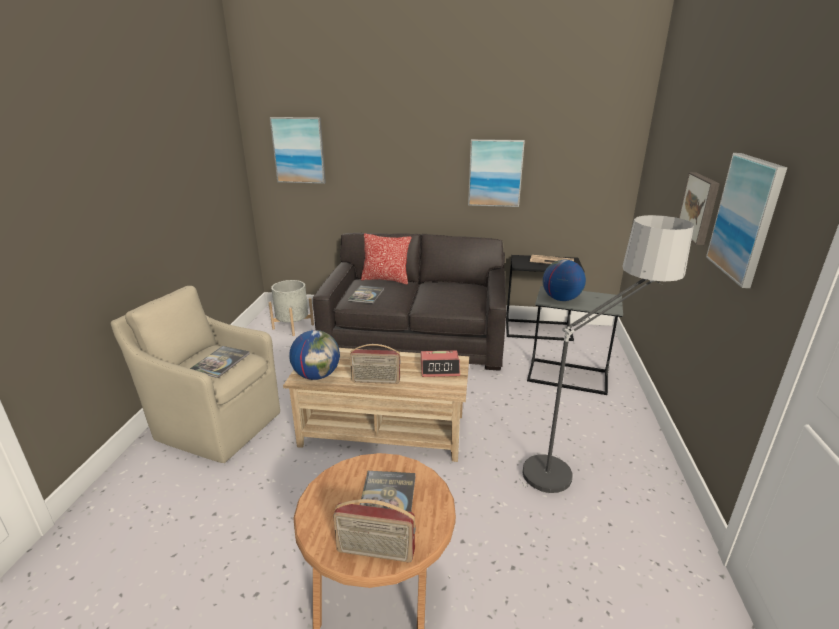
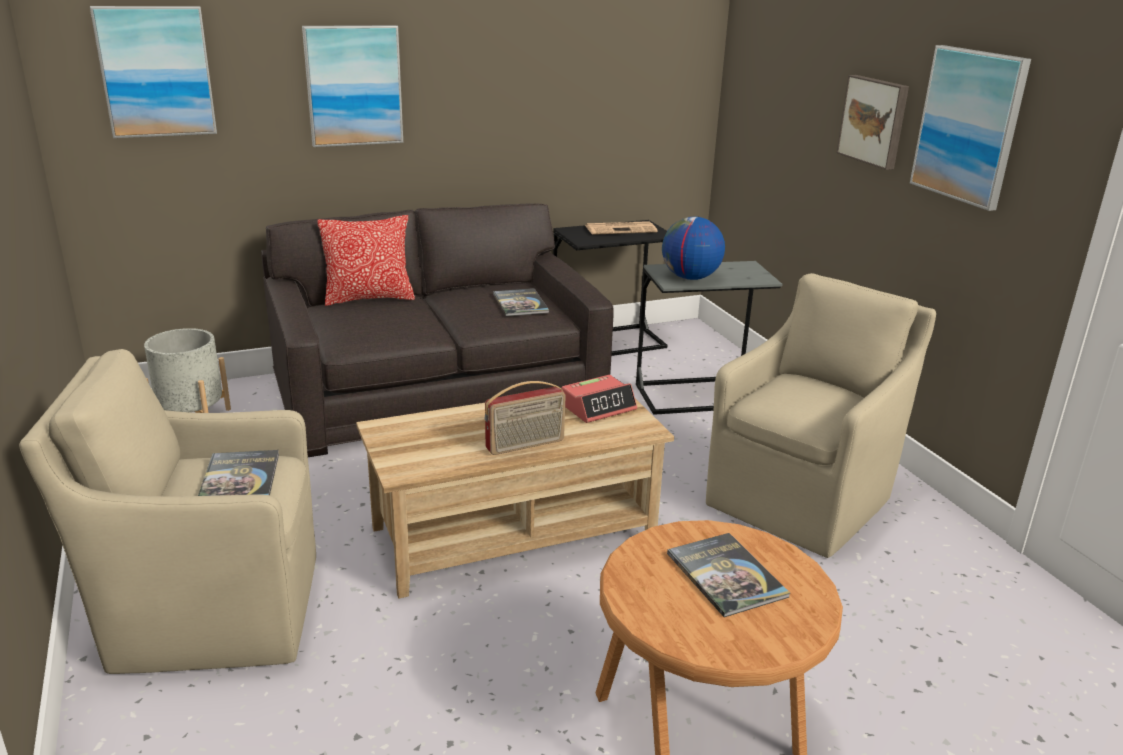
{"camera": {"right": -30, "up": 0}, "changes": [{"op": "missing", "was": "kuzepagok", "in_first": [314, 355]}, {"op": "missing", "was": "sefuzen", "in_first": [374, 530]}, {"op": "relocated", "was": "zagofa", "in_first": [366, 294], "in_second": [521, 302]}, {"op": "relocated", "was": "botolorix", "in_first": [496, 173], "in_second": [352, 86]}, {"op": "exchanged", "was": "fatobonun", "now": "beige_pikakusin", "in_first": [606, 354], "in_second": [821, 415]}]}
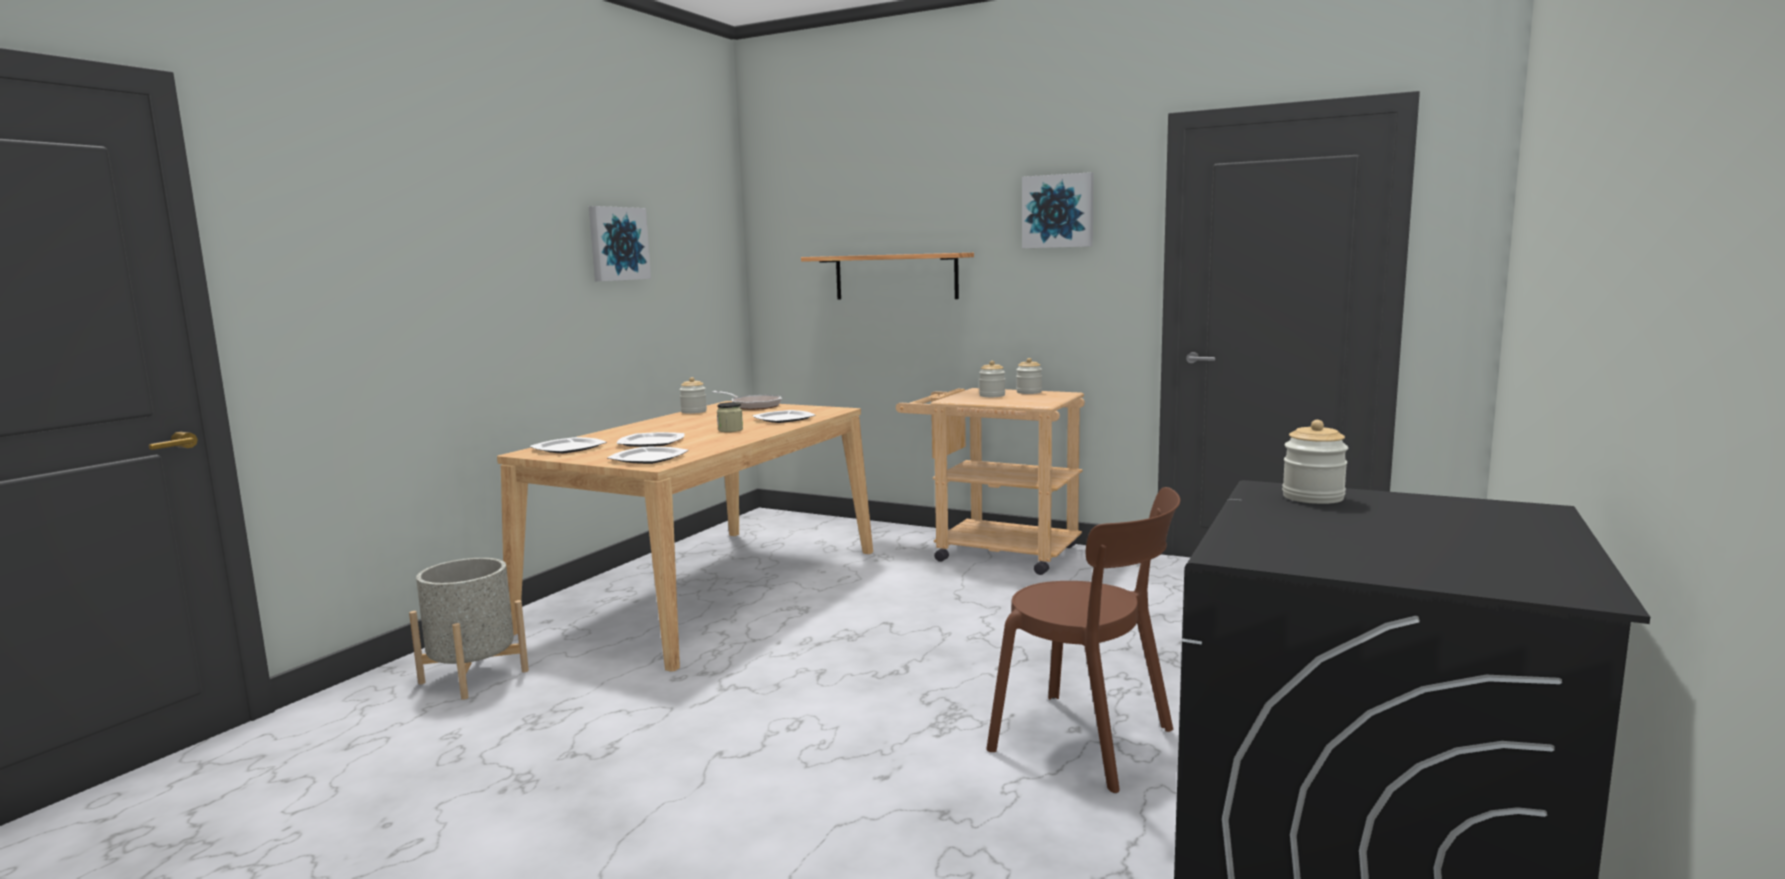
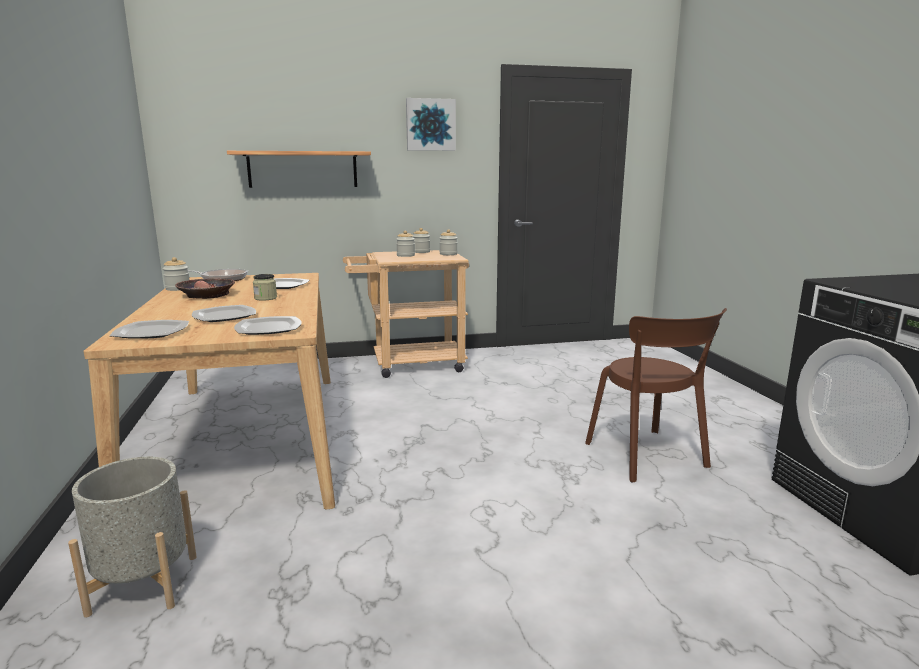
{"camera": {"right": -40, "up": 5}, "changes": [{"op": "missing", "was": "botolorix", "in_first": [620, 243]}, {"op": "appeared", "now": "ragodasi", "in_second": [205, 289]}, {"op": "relocated", "was": "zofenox", "in_first": [1315, 462], "in_second": [448, 242]}, {"op": "spun", "was": "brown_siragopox", "in_first": [1083, 640], "in_second": [656, 395], "clockwise": 75}]}
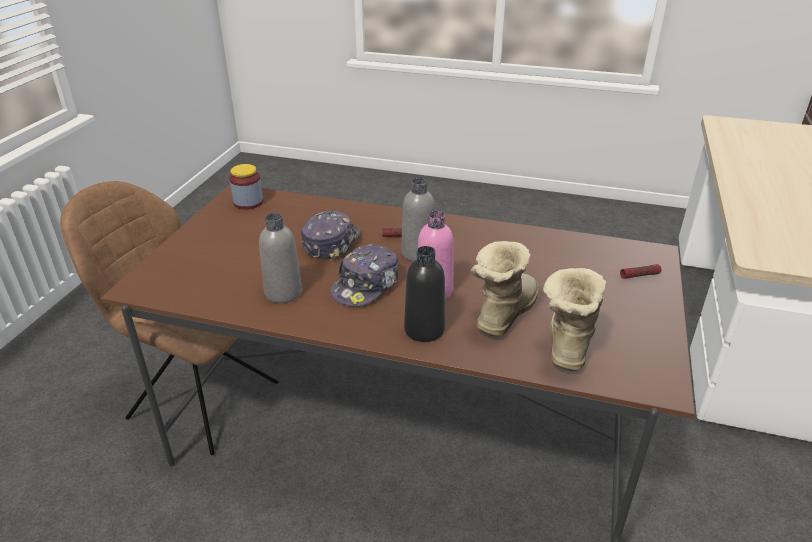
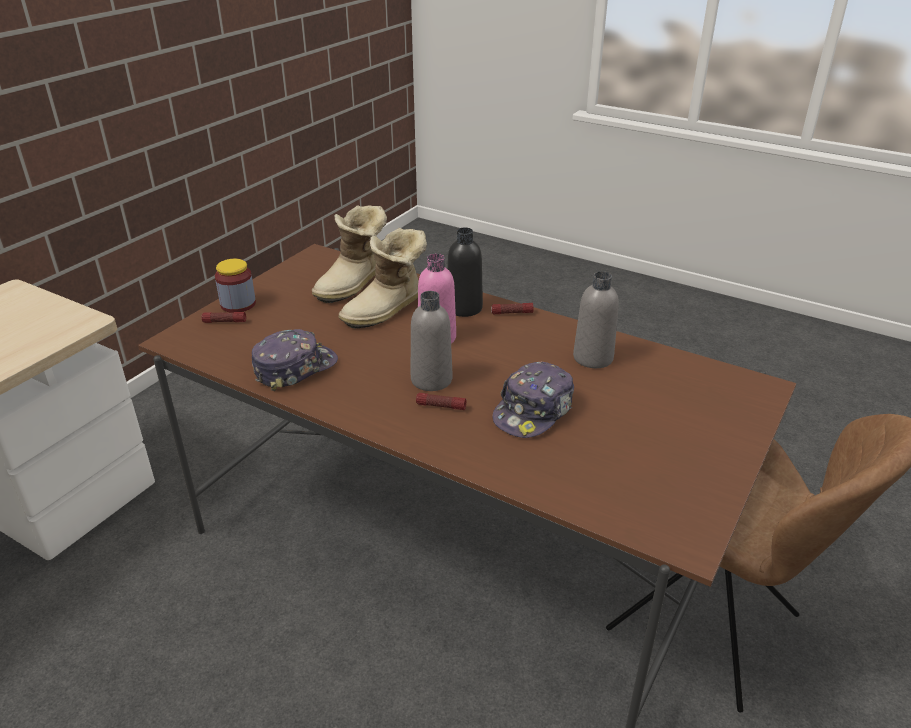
{"camera": {"right": -165, "up": 0}, "changes": [{"op": "appeared", "now": "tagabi", "in_second": [512, 308]}, {"op": "relocated", "was": "zofenox", "in_first": [246, 187], "in_second": [235, 285]}, {"op": "relocated", "was": "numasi", "in_first": [364, 275], "in_second": [295, 360]}]}
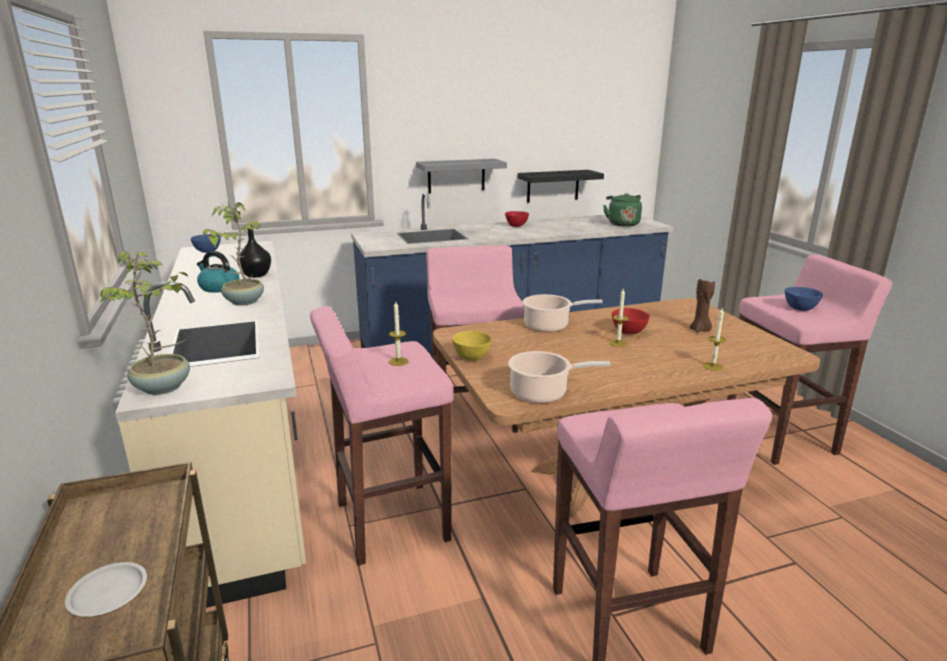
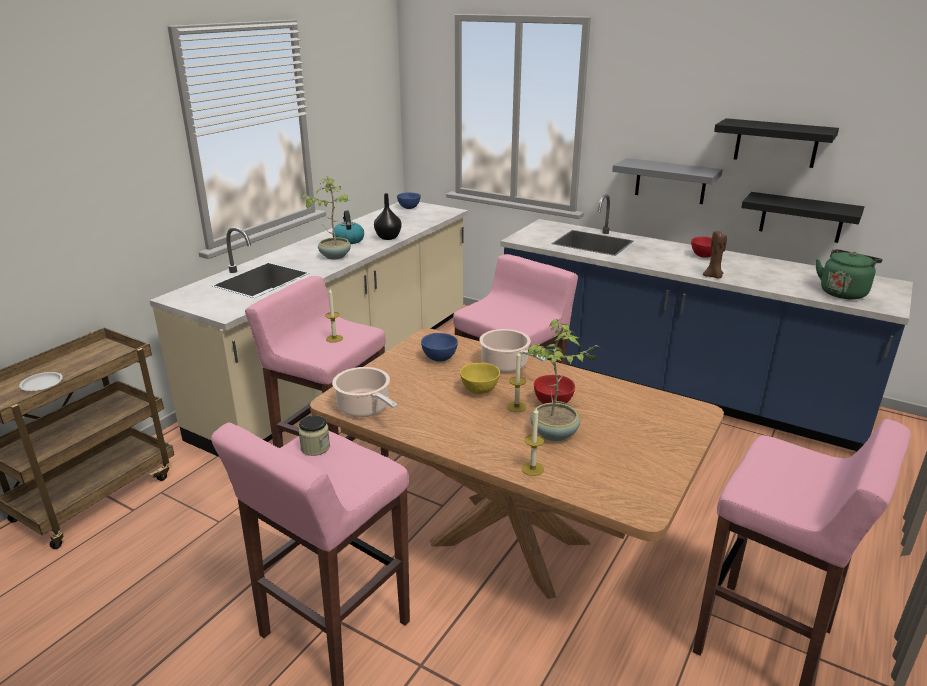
{"camera": {"right": 50, "up": 5}, "changes": [{"op": "appeared", "now": "zofenox", "in_second": [314, 435]}, {"op": "appeared", "now": "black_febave", "in_second": [776, 143]}, {"op": "relocated", "was": "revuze", "in_first": [144, 323], "in_second": [564, 380]}, {"op": "relocated", "was": "yellow_ragodasi", "in_first": [472, 345], "in_second": [480, 379]}, {"op": "relocated", "was": "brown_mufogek", "in_first": [702, 305], "in_second": [715, 254]}, {"op": "relocated", "was": "blue_ragodasi", "in_first": [804, 299], "in_second": [439, 347]}]}
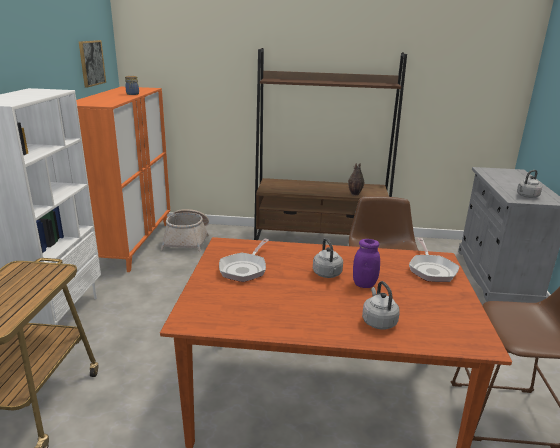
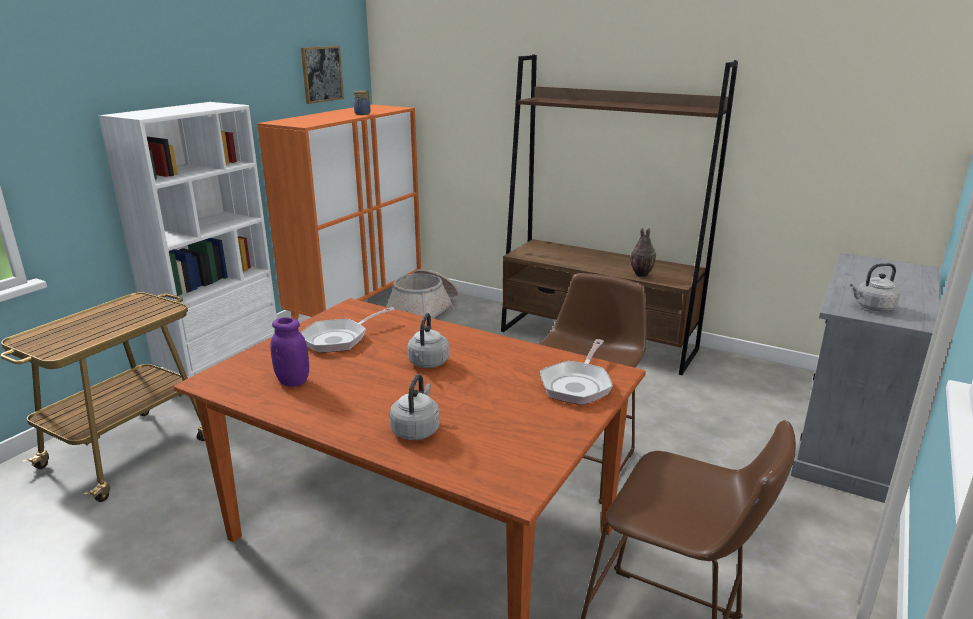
{"camera": {"right": 25, "up": 0}, "changes": [{"op": "relocated", "was": "purple_zofenox", "in_first": [366, 263], "in_second": [290, 352]}]}
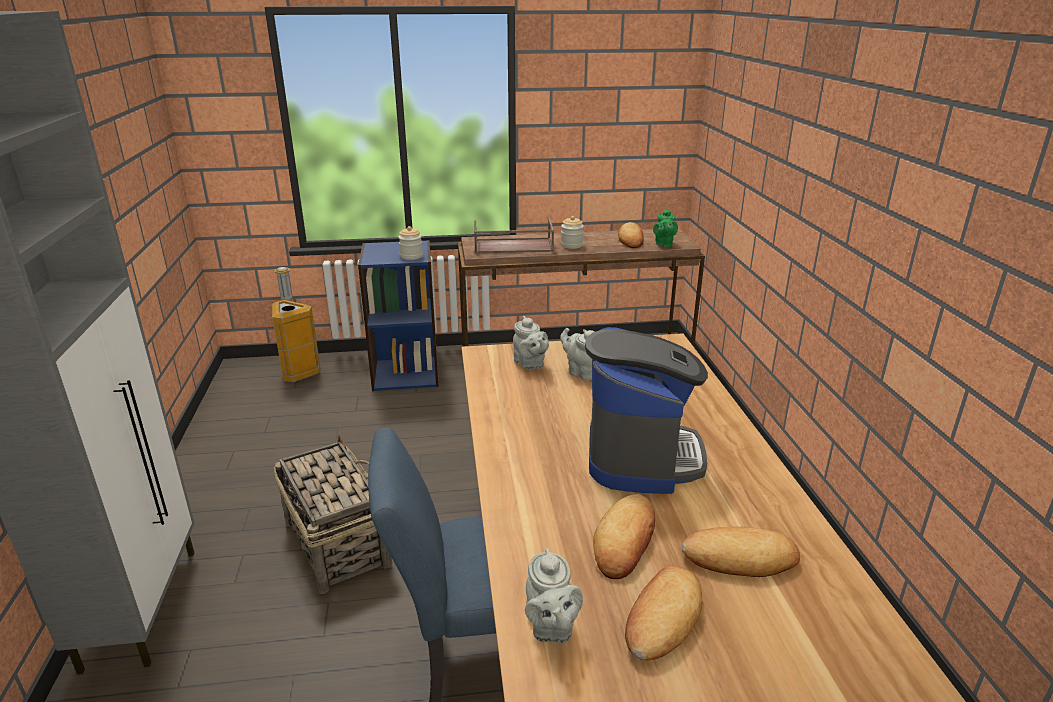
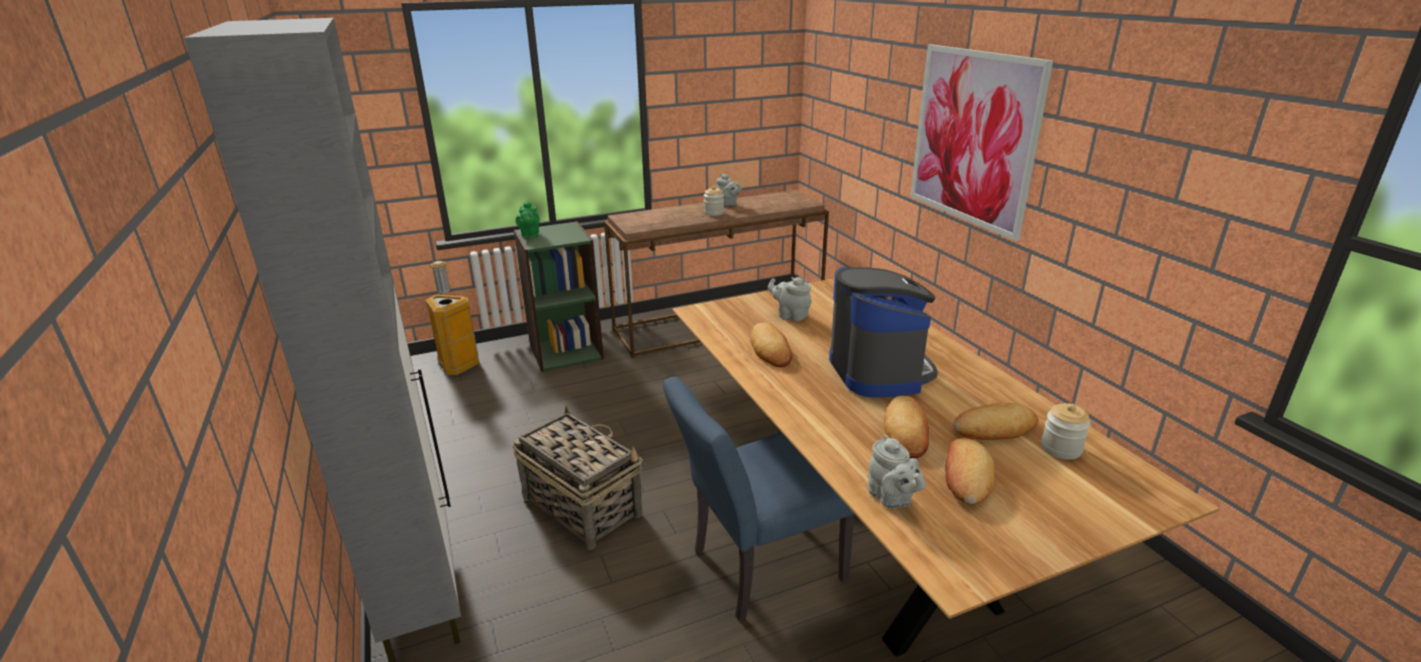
{"camera": {"right": -15, "up": 0}, "changes": [{"op": "missing", "was": "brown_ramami", "in_first": [514, 235]}, {"op": "appeared", "now": "botolorix", "in_second": [981, 142]}, {"op": "relocated", "was": "zofenox", "in_first": [410, 243], "in_second": [1065, 431]}, {"op": "relocated", "was": "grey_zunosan", "in_first": [531, 342], "in_second": [729, 189]}, {"op": "relocated", "was": "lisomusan", "in_first": [631, 235], "in_second": [771, 344]}, {"op": "relocated", "was": "green_zunosan", "in_first": [665, 228], "in_second": [528, 219]}, {"op": "colour", "was": "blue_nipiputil", "now": "green_nipiputil", "in_first": [398, 315], "in_second": [559, 296]}]}
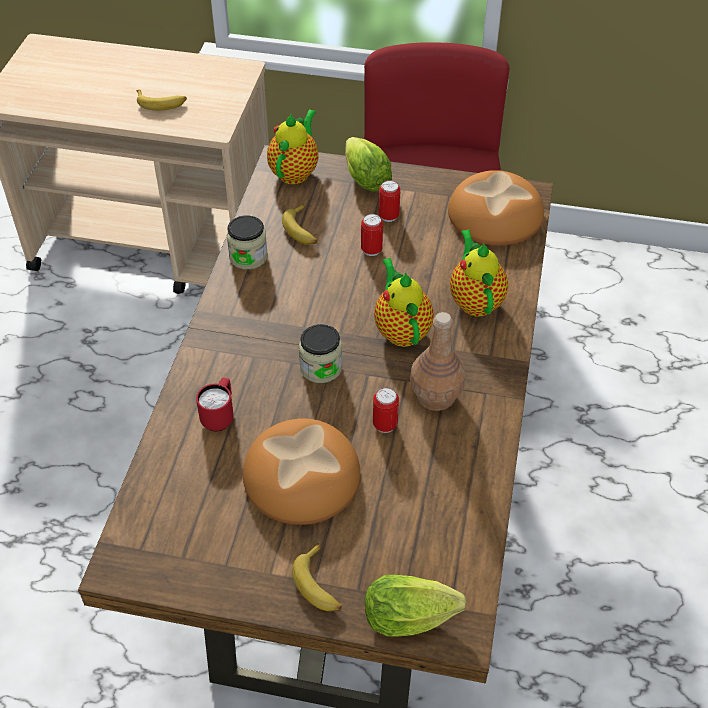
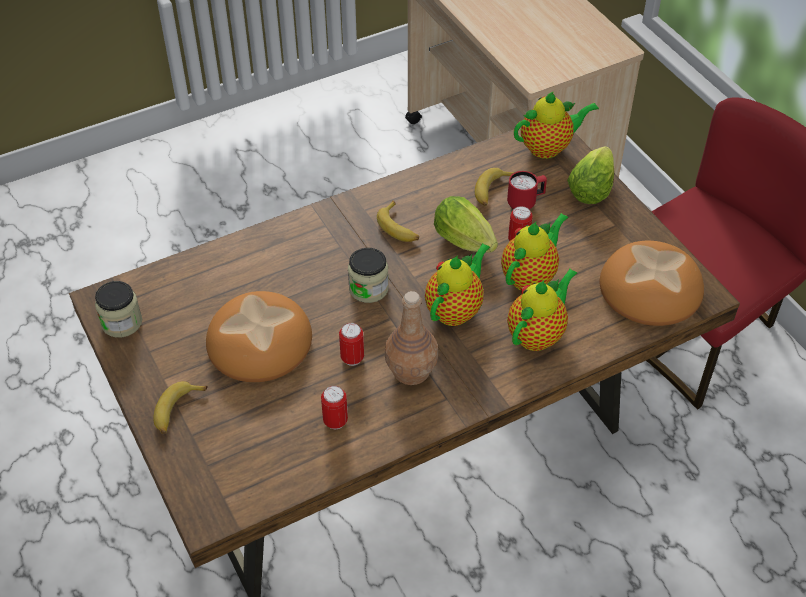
{"camera": {"right": 50, "up": 0}, "changes": [{"op": "appeared", "now": "zunosan", "in_second": [534, 251]}, {"op": "relocated", "was": "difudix", "in_first": [162, 100], "in_second": [398, 221]}, {"op": "relocated", "was": "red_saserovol", "in_first": [215, 404], "in_second": [527, 190]}, {"op": "relocated", "was": "zofenox", "in_first": [247, 242], "in_second": [118, 309]}, {"op": "relocated", "was": "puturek", "in_first": [415, 606], "in_second": [466, 224]}, {"op": "relocated", "was": "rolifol", "in_first": [389, 201], "in_second": [334, 408]}]}
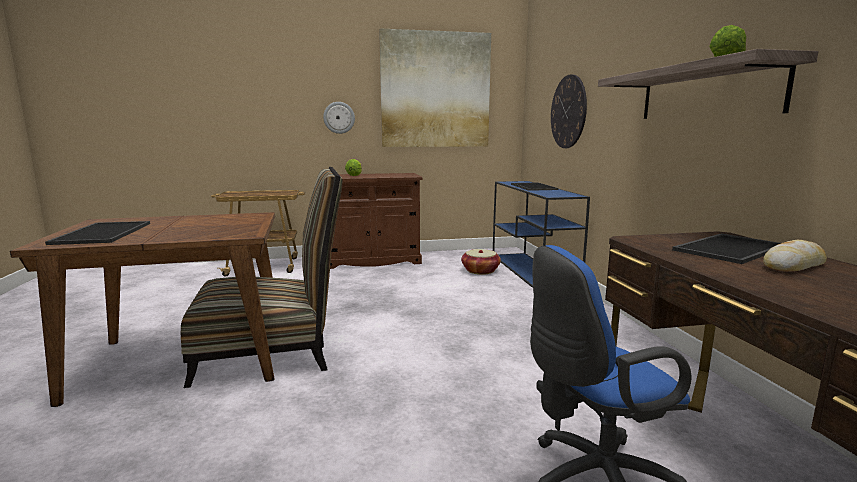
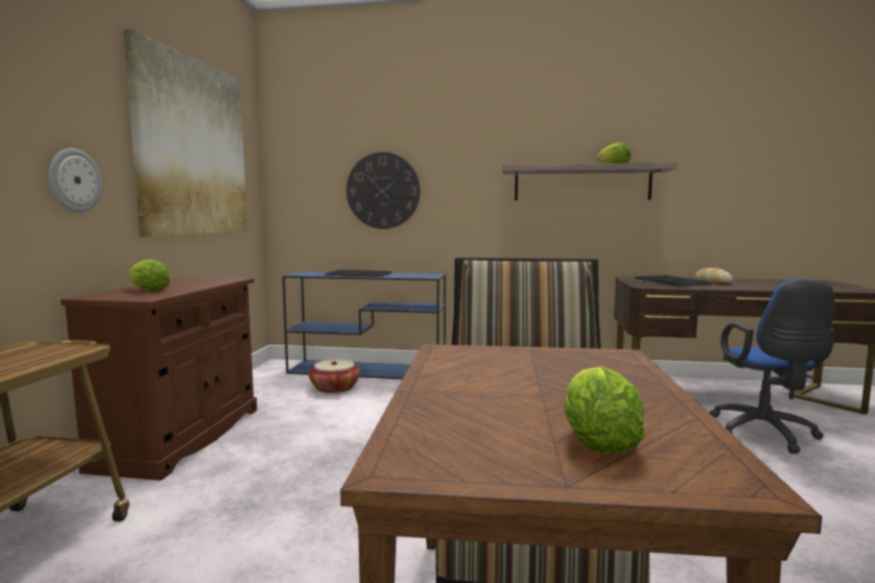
{"camera": {"right": -70, "up": -5}, "changes": [{"op": "exchanged", "was": "ramami", "now": "puturek", "in_first": [97, 233], "in_second": [604, 410]}]}
